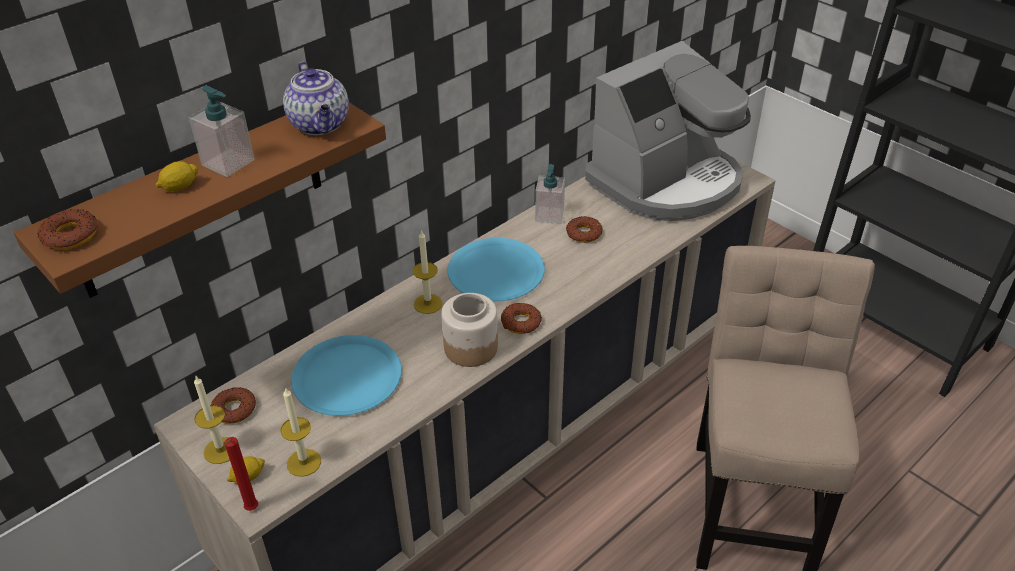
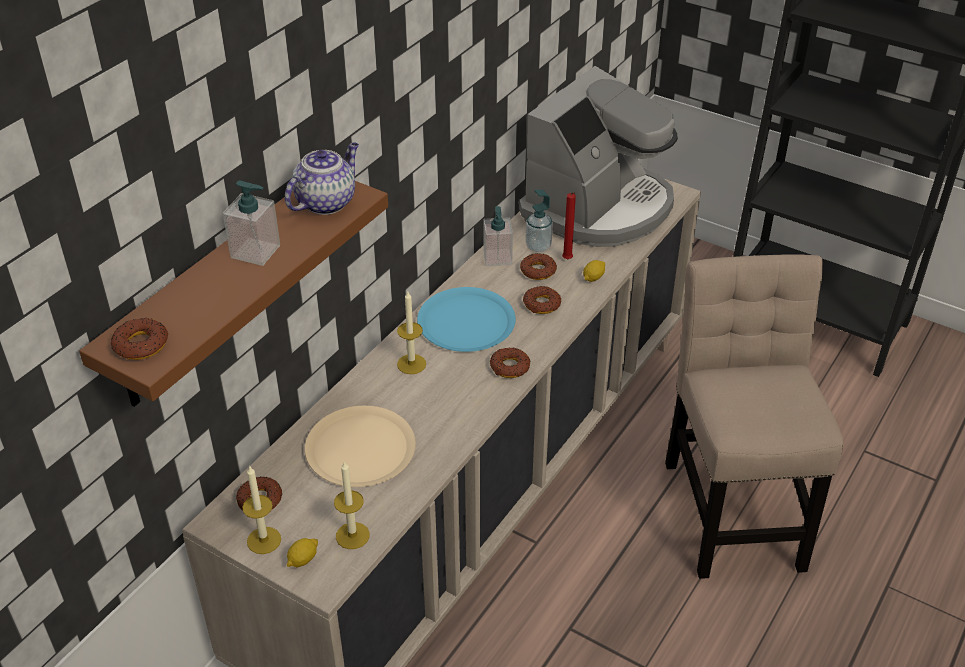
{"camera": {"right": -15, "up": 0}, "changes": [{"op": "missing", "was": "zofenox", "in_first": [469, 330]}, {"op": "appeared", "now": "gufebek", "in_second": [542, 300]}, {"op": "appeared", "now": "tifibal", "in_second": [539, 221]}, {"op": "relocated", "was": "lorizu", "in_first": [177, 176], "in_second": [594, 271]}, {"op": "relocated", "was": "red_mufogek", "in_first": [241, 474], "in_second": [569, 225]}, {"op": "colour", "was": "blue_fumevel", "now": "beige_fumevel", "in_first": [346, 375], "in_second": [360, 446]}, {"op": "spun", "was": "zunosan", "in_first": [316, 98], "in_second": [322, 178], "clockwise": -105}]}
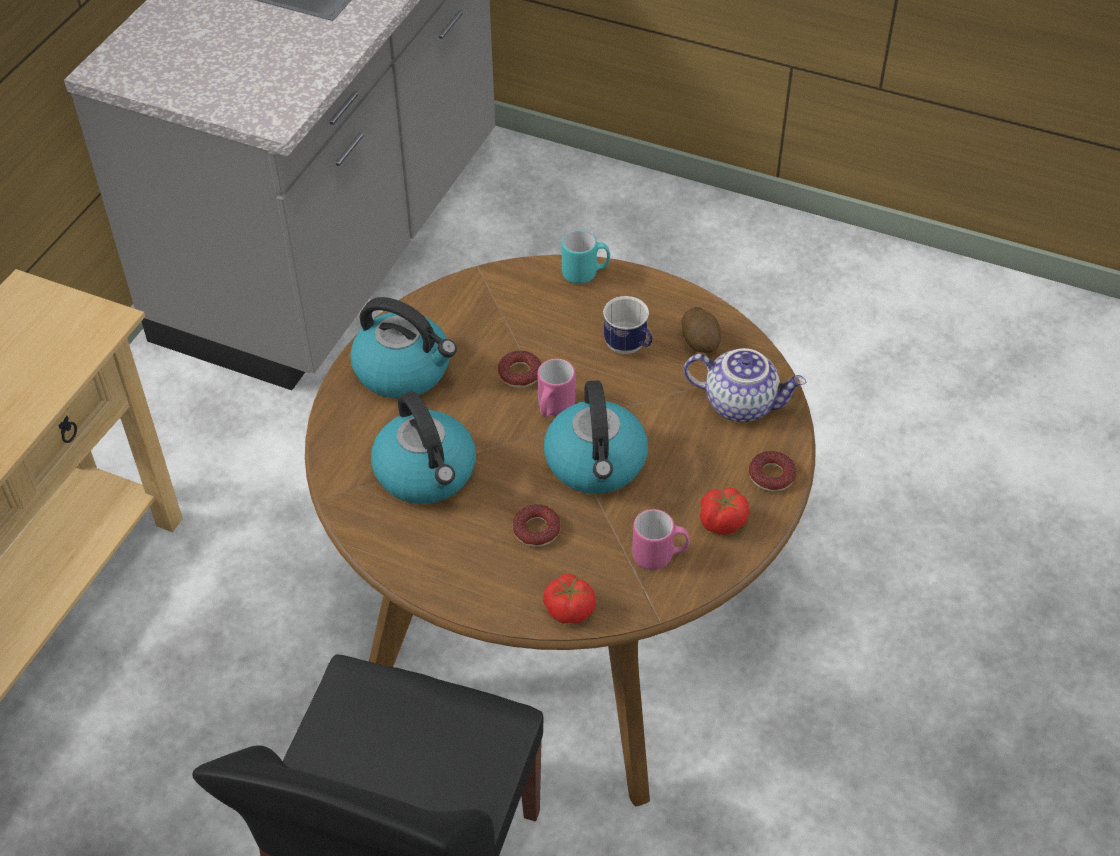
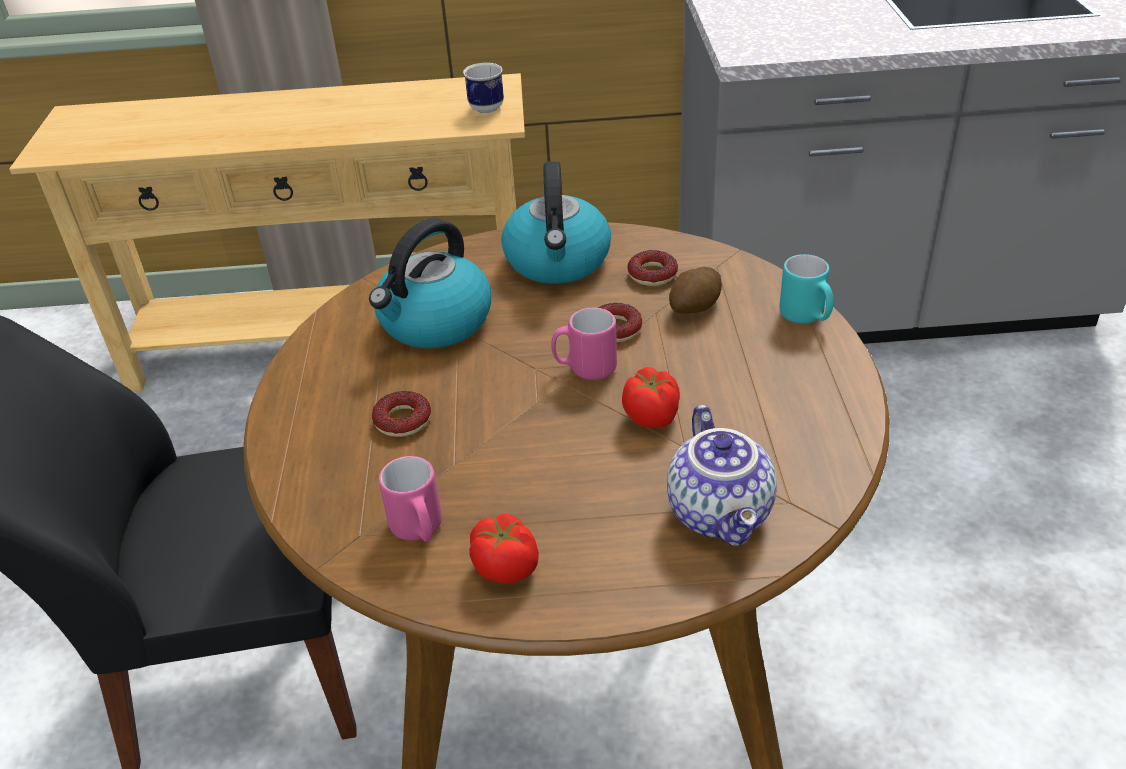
{"camera": {"right": 65, "up": -10}, "changes": [{"op": "missing", "was": "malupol", "in_first": [596, 437]}, {"op": "relocated", "was": "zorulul", "in_first": [569, 599], "in_second": [651, 397]}, {"op": "relocated", "was": "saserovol", "in_first": [628, 325], "in_second": [483, 88]}, {"op": "relocated", "was": "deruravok", "in_first": [701, 330], "in_second": [695, 290]}, {"op": "relocated", "was": "gufebek", "in_first": [772, 471], "in_second": [652, 268]}]}
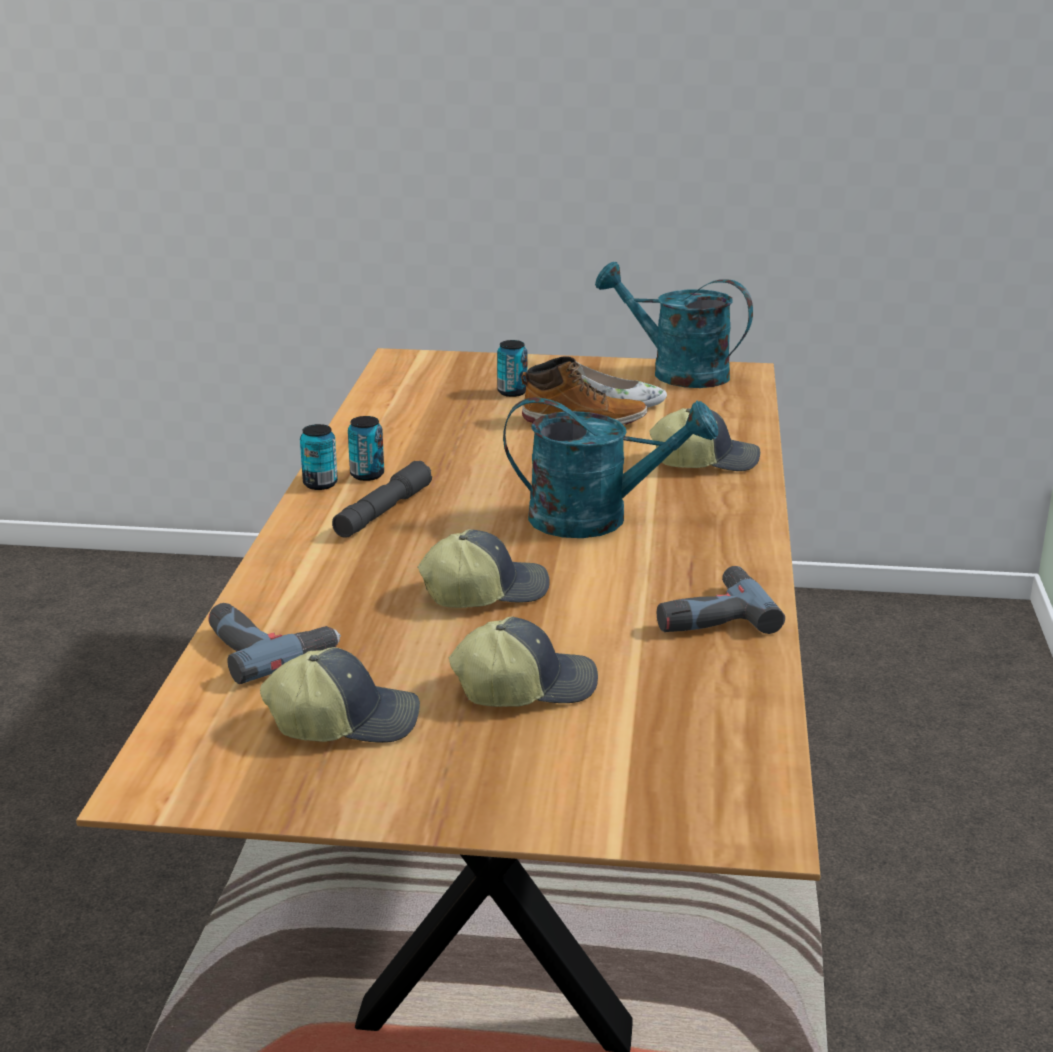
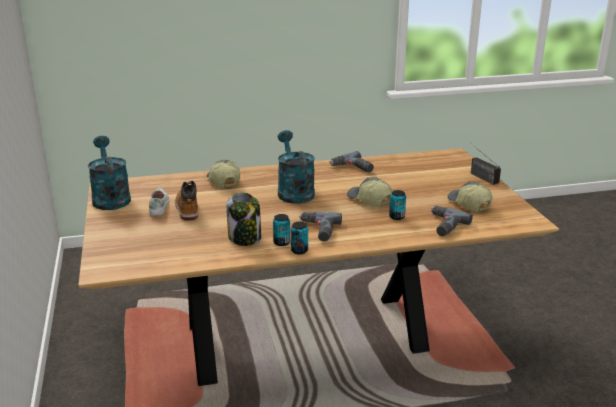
{"camera": {"right": -110, "up": 0}, "changes": [{"op": "missing", "was": "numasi", "in_first": [523, 662]}, {"op": "appeared", "now": "zofenox", "in_second": [243, 219]}, {"op": "appeared", "now": "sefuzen", "in_second": [484, 162]}, {"op": "relocated", "was": "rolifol", "in_first": [512, 368], "in_second": [397, 205]}, {"op": "exchanged", "was": "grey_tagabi", "now": "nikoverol", "in_first": [382, 499], "in_second": [320, 226]}, {"op": "spun", "was": "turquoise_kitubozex", "in_first": [674, 325], "in_second": [109, 173], "clockwise": 150}]}
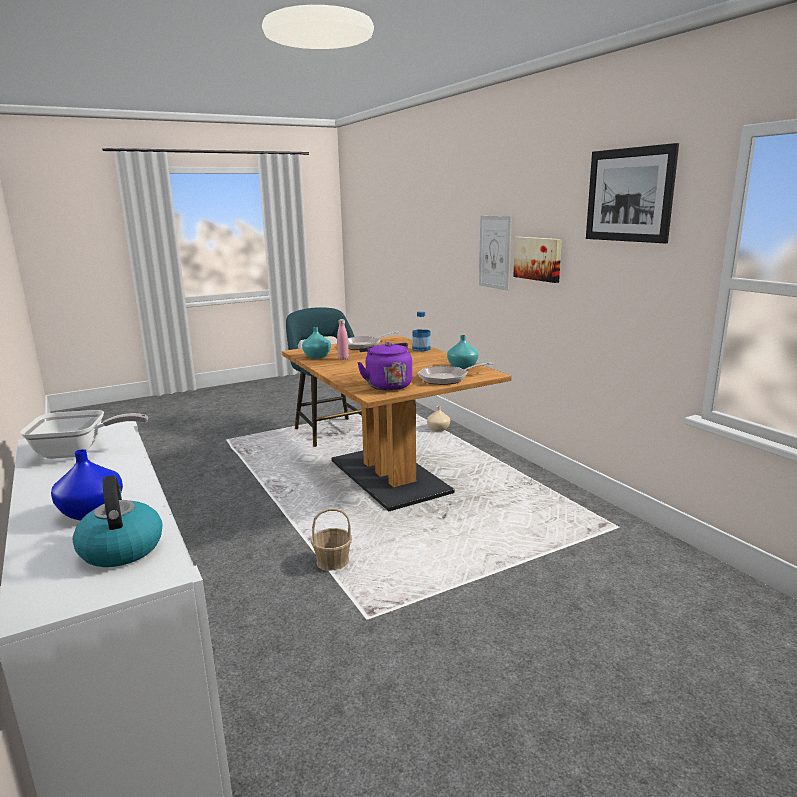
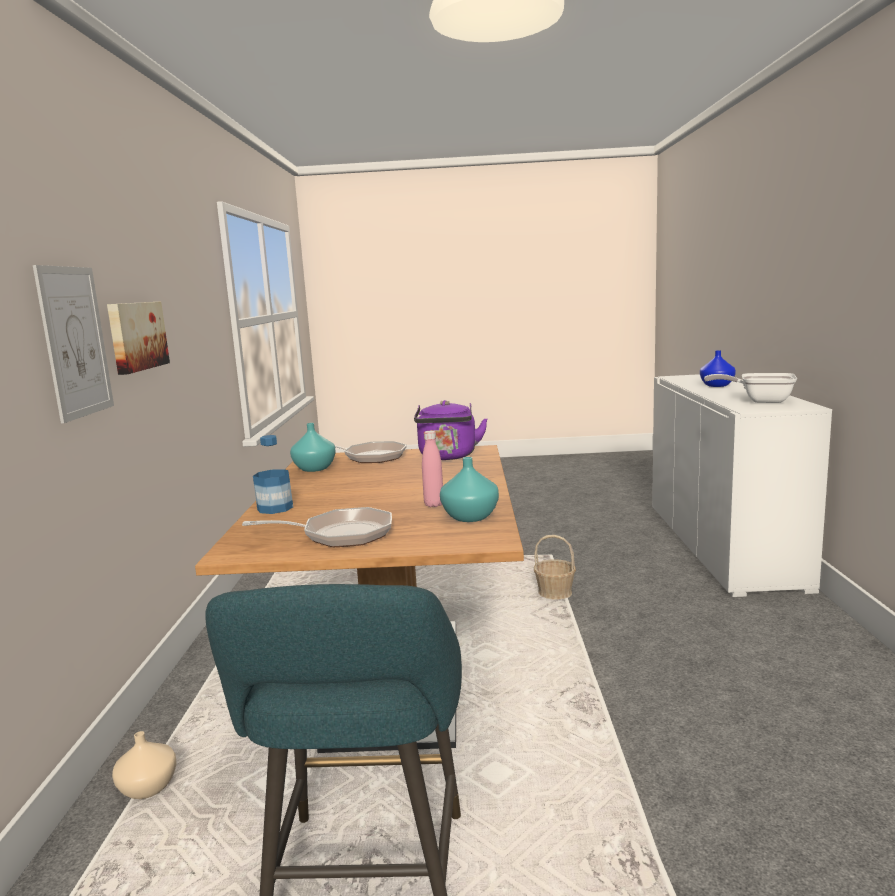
{"camera": {"right": -150, "up": -5}, "changes": [{"op": "missing", "was": "malupol", "in_first": [118, 521]}, {"op": "missing", "was": "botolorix", "in_first": [632, 193]}]}
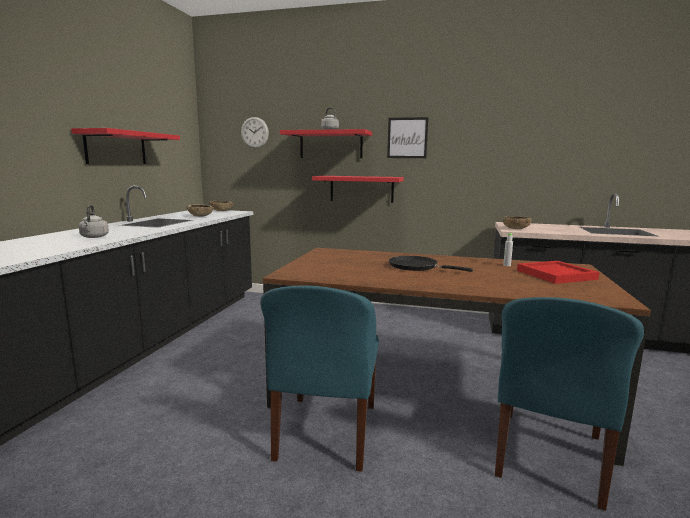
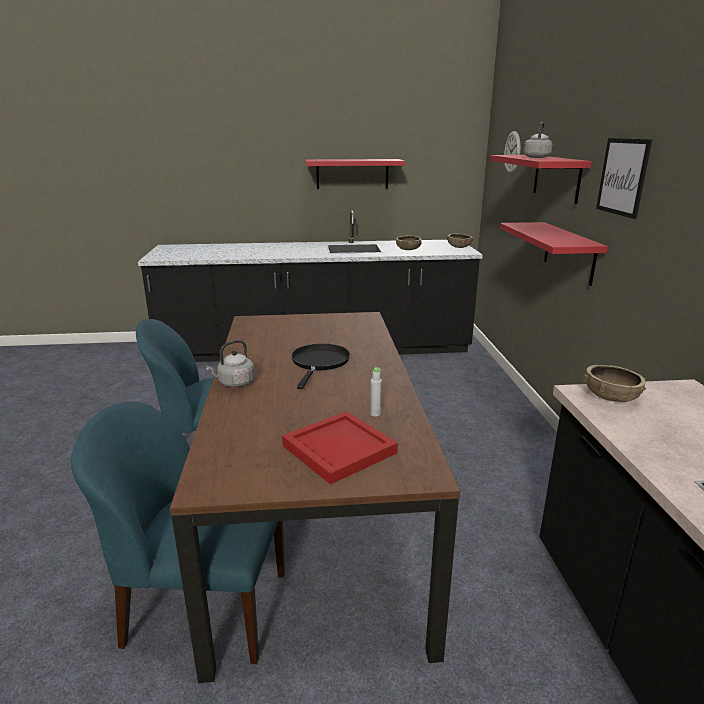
{"camera": {"right": 70, "up": 10}, "changes": [{"op": "relocated", "was": "grey_malupol", "in_first": [94, 221], "in_second": [230, 363]}]}
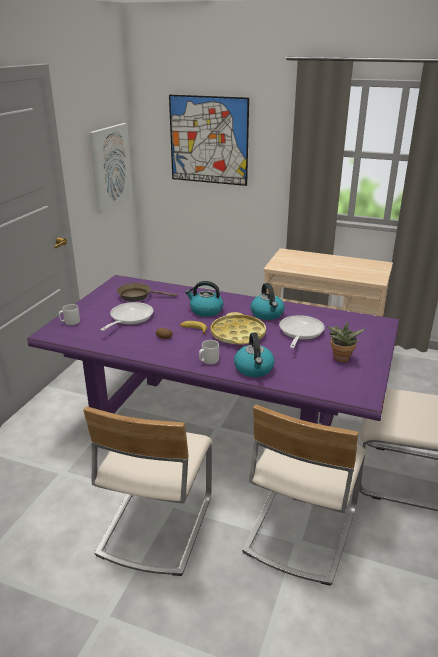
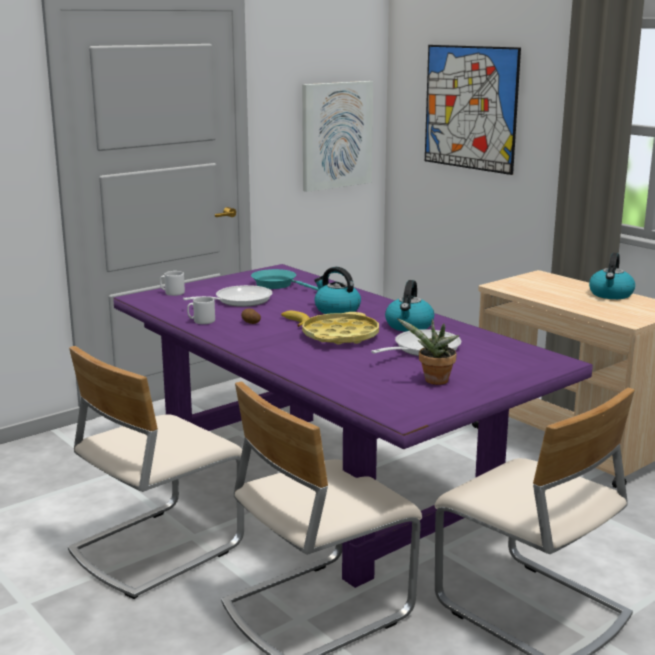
{"camera": {"right": 30, "up": -10}, "changes": [{"op": "relocated", "was": "grey_saserovol", "in_first": [209, 352], "in_second": [201, 310]}, {"op": "relocated", "was": "malupol", "in_first": [254, 355], "in_second": [612, 276]}, {"op": "colour", "was": "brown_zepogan", "now": "turquoise_zepogan", "in_first": [147, 292], "in_second": [285, 280]}]}
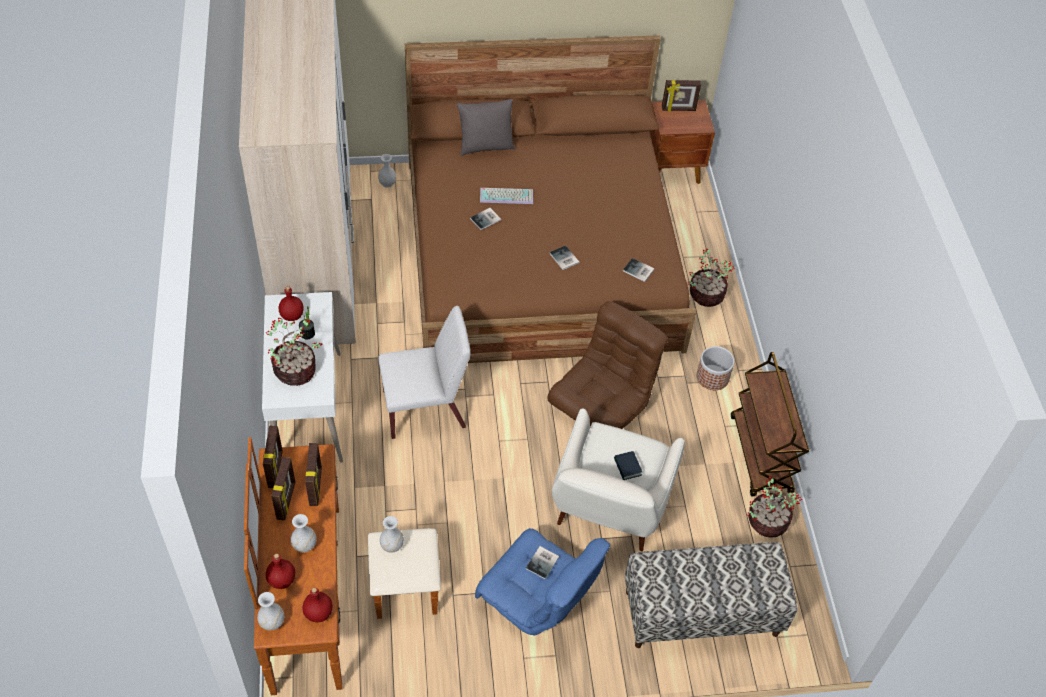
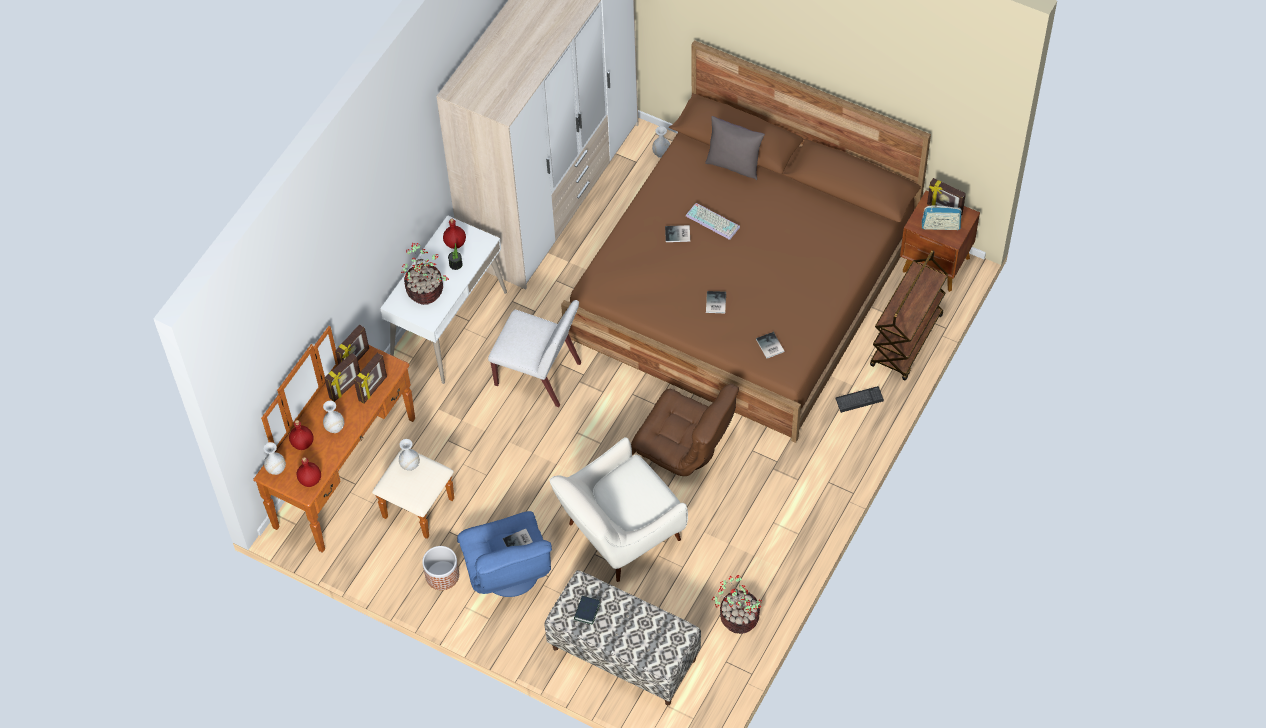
{"camera": {"right": 40, "up": 5}, "changes": [{"op": "appeared", "now": "sefuzen", "in_second": [942, 217]}, {"op": "relocated", "was": "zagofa", "in_first": [628, 465], "in_second": [587, 610]}, {"op": "relocated", "was": "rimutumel", "in_first": [715, 368], "in_second": [440, 568]}, {"op": "relocated", "was": "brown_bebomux", "in_first": [770, 424], "in_second": [909, 315]}, {"op": "exchanged", "was": "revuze", "now": "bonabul", "in_first": [711, 277], "in_second": [860, 399]}, {"op": "spun", "was": "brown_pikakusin", "in_first": [607, 365], "in_second": [685, 430], "clockwise": 45}]}
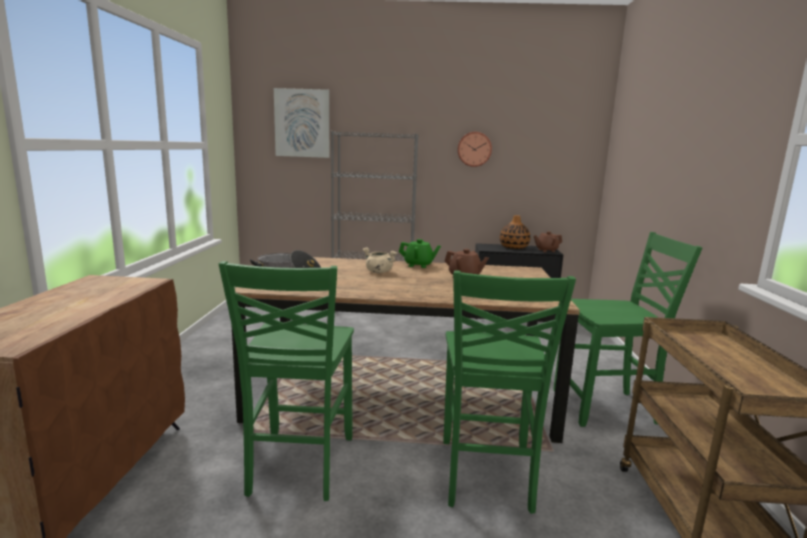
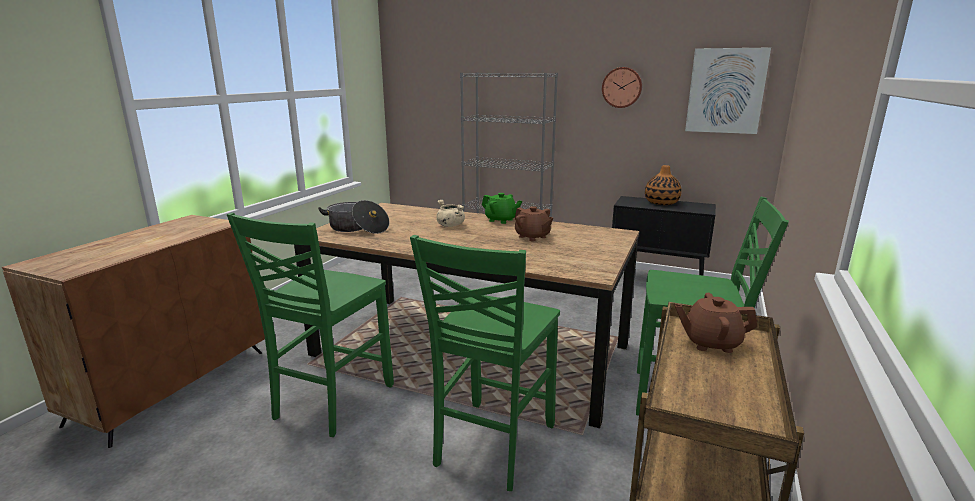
{"camera": {"right": 20, "up": 5}, "changes": [{"op": "relocated", "was": "botolorix", "in_first": [301, 123], "in_second": [728, 90]}, {"op": "relocated", "was": "brown_zunosan", "in_first": [548, 242], "in_second": [716, 323]}]}
